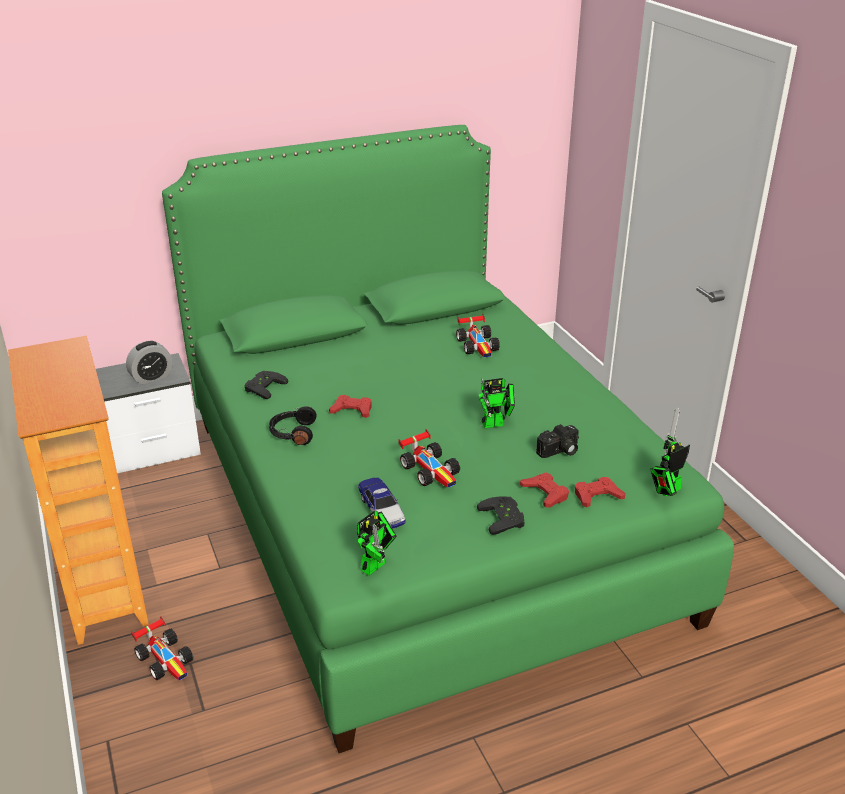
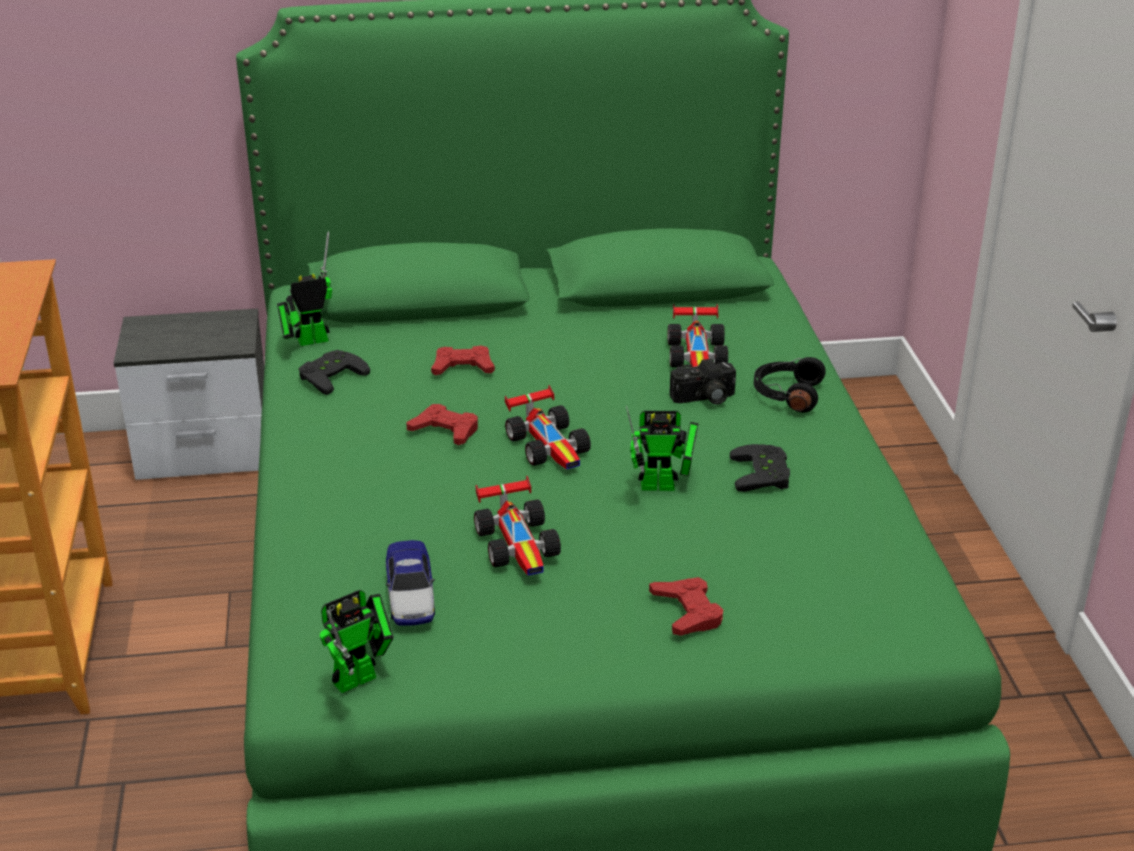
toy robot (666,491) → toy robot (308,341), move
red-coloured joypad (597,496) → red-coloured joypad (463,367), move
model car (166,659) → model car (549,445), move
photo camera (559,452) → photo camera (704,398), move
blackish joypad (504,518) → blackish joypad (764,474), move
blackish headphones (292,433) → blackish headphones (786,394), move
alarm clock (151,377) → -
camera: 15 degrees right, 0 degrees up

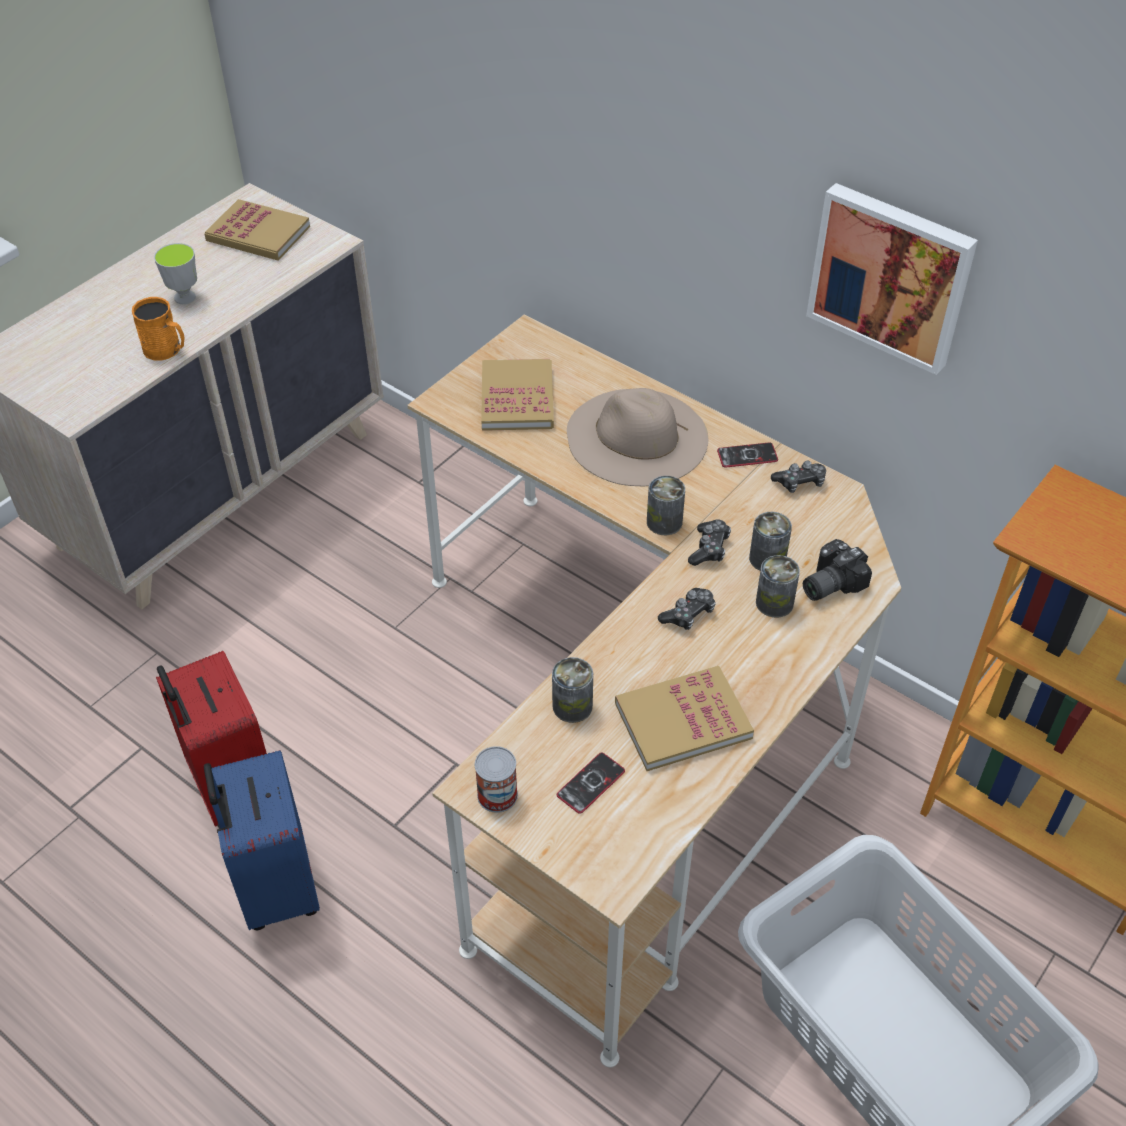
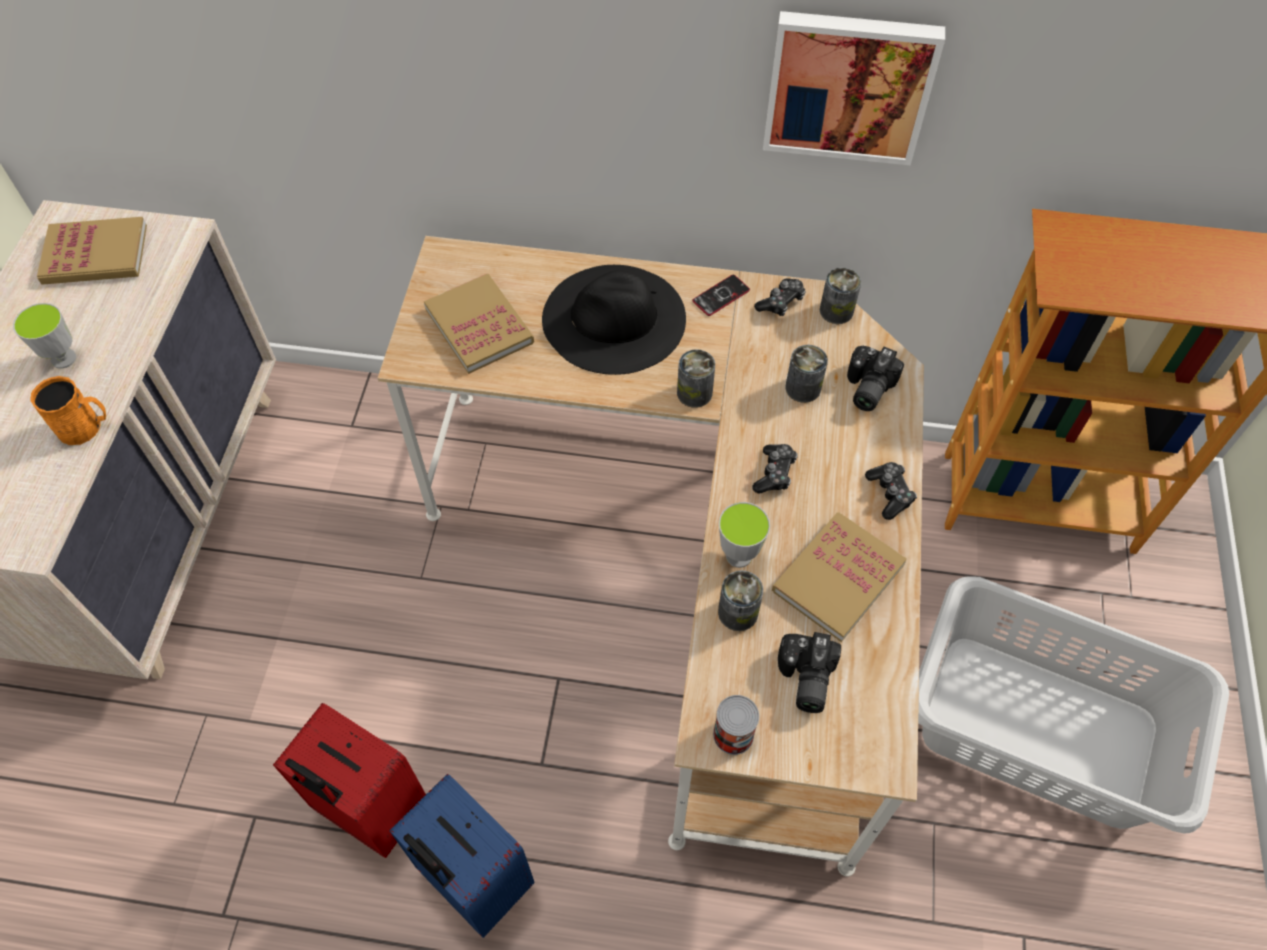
sand-coloured hat (636,437) → blackish hat (614,318)
- → drinking cup (738,555)
telephone (591,783) → photo camera (804,679)
sealed can (774,603) → sealed can (836,311), move
joypad (709,548) → joypad (890,493), move
camera: 30 degrees left, 10 degrees up

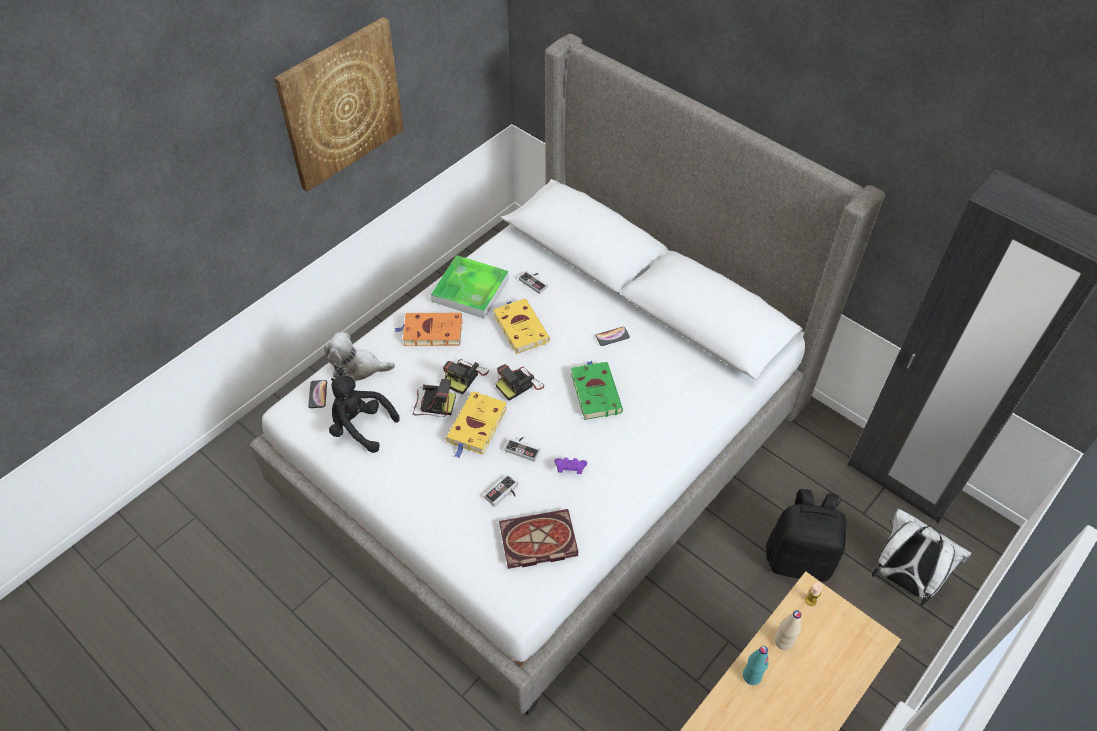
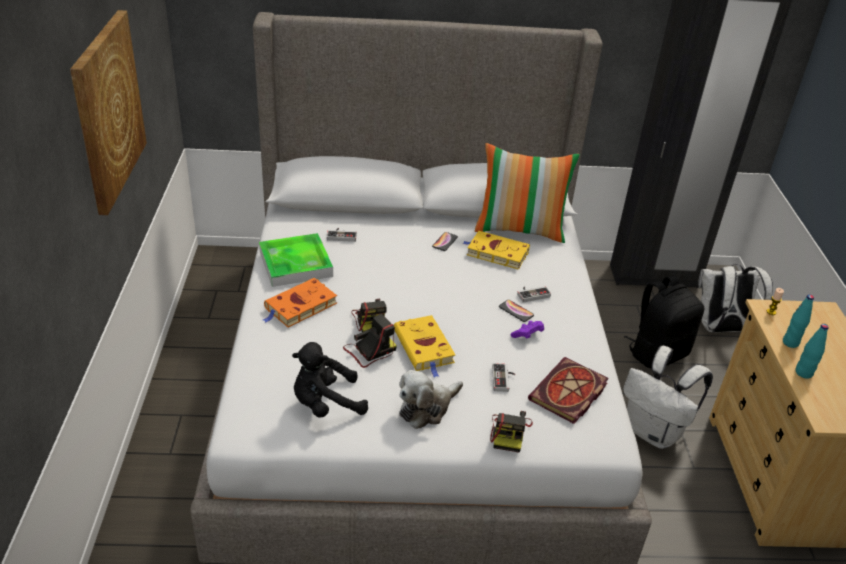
cuddly toy (358,368) → cuddly toy (427,408), move
yellowish book (520,327) → yellowish book (495,253), move
- → cushion (520,229)
photo camera (519,385) → photo camera (509,432), move
telephone (318,394) → telephone (516,311), move
joypad (523,448) → joypad (532,294), move
- → whitish backpack (654,432)
sand-coloured bottle (783,641) → turquoise-coloured bottle (790,343)
green-coloured book (595,391) → -
camera: 45 degrees left, 15 degrees down

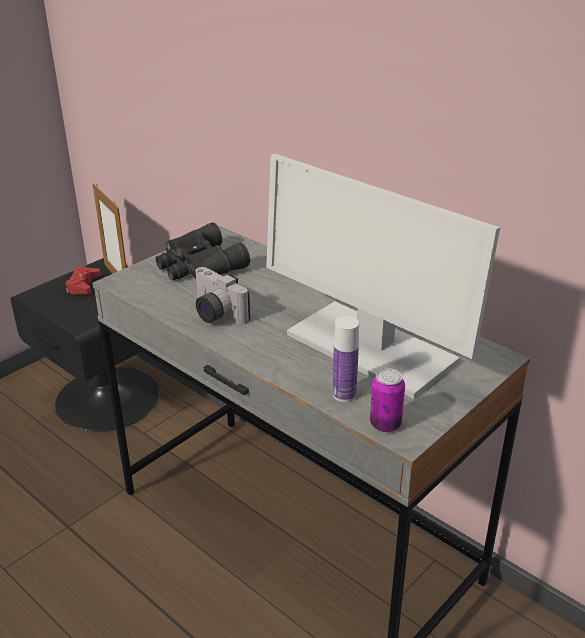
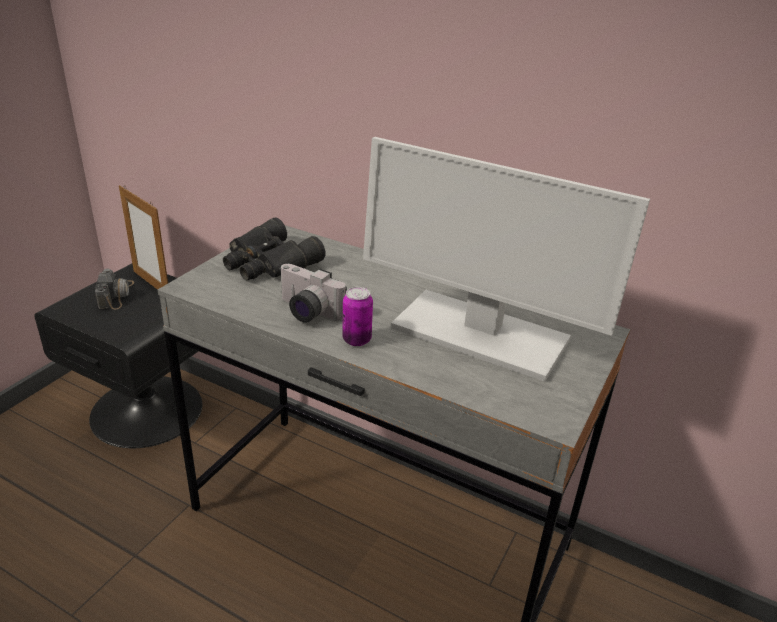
red-coloured joypad (83,285) → photo camera (116,294)
sealed can (385,424) → sealed can (357,340), move
bottle (344,394) → -
camera: 15 degrees left, 0 degrees up

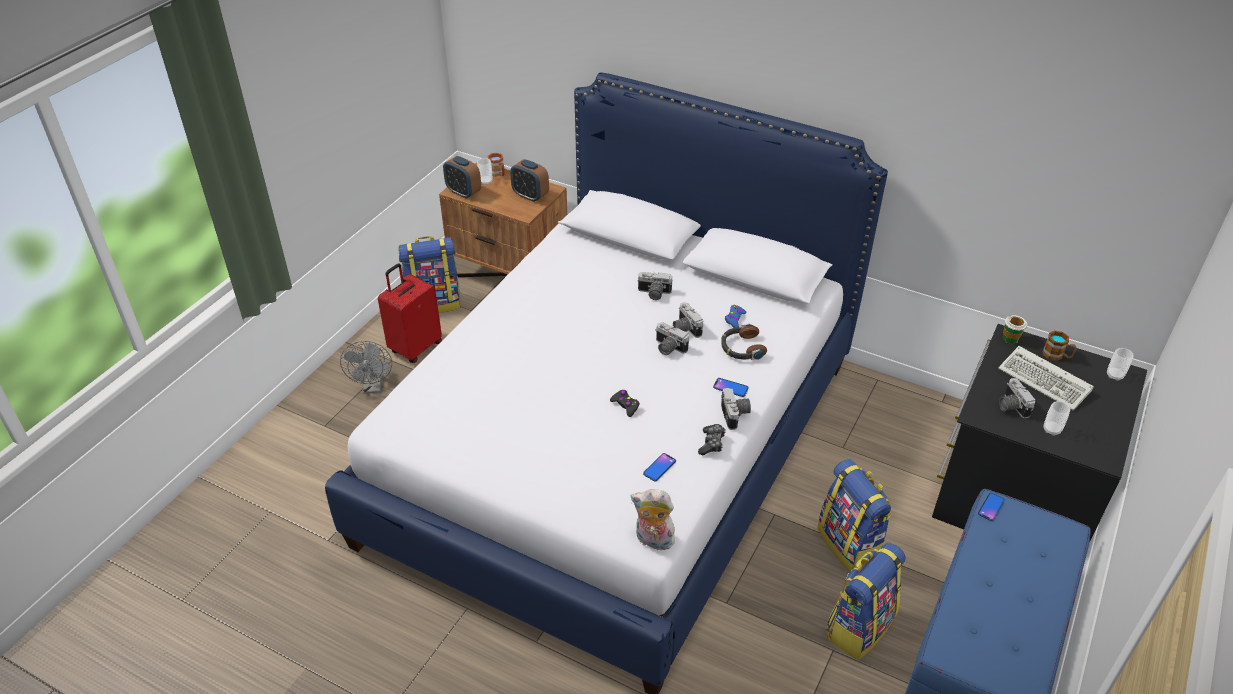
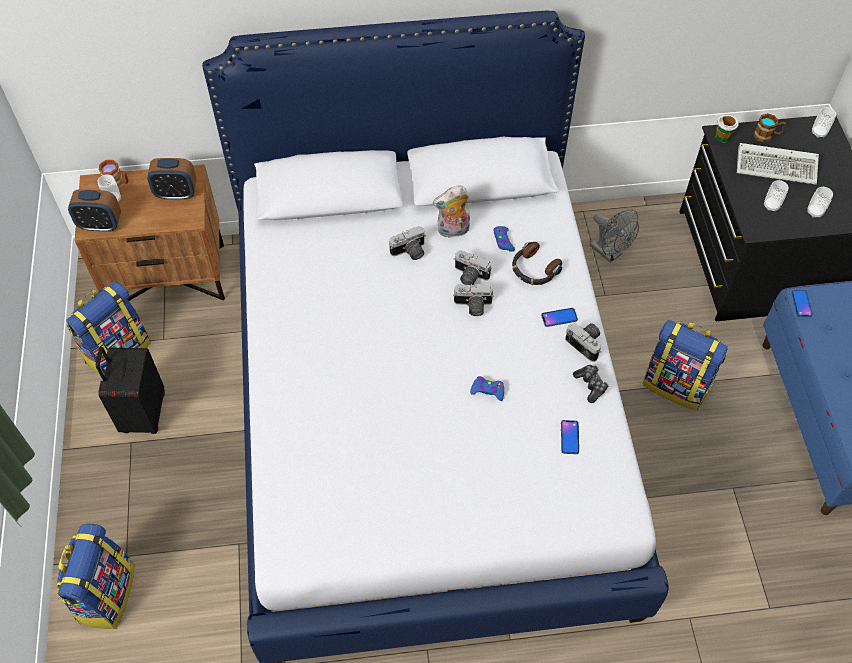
backpack (859,626) → backpack (105,593), move
red-coloured travel case (415,347) → blackish travel case (142,413)
cuddly toy (653,541) → cuddly toy (453,231), move
blackish joypad (625,405) → blue joypad (488,390)
grey electric fan (373,387) → grey electric fan (609,253), move
photo camera (1010,406) → drinking cup (771,206)
camera: 35 degrees left, 15 degrees up

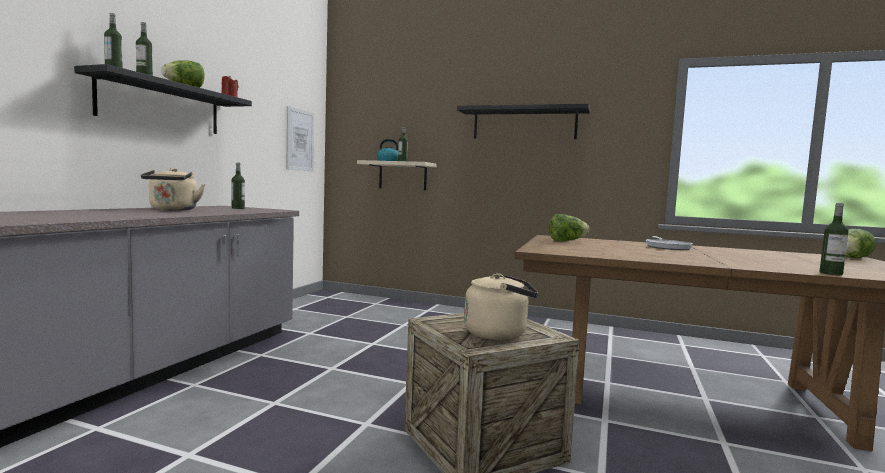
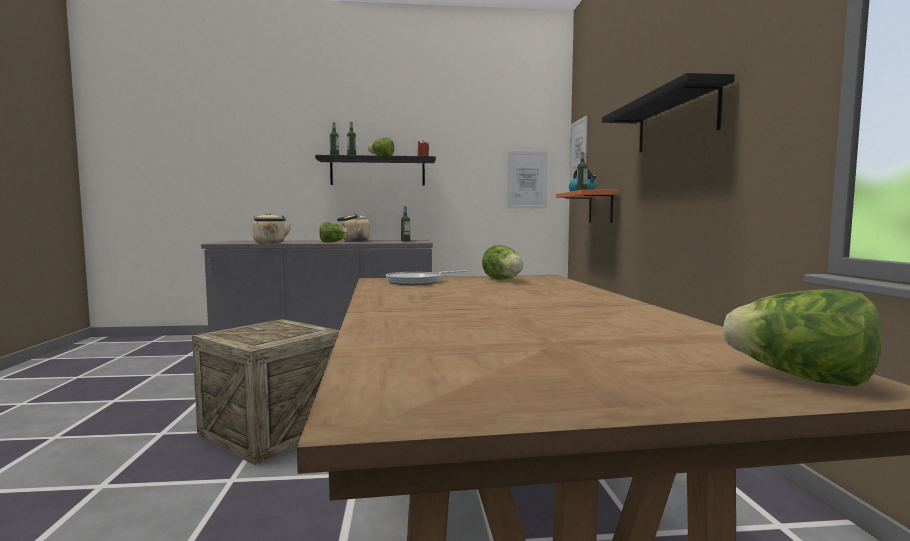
sand-coloured water kettle (499,334) → sand-coloured water kettle (270,242), move
- → lettuce (332,242)
pan (667,247) → pan (417,282), move
sand-coloured bracket shelf (402,176) → orange bracket shelf (600,207)
- → wall picture (579,150)
bottle (831,273) → -
camera: 65 degrees right, 0 degrees up

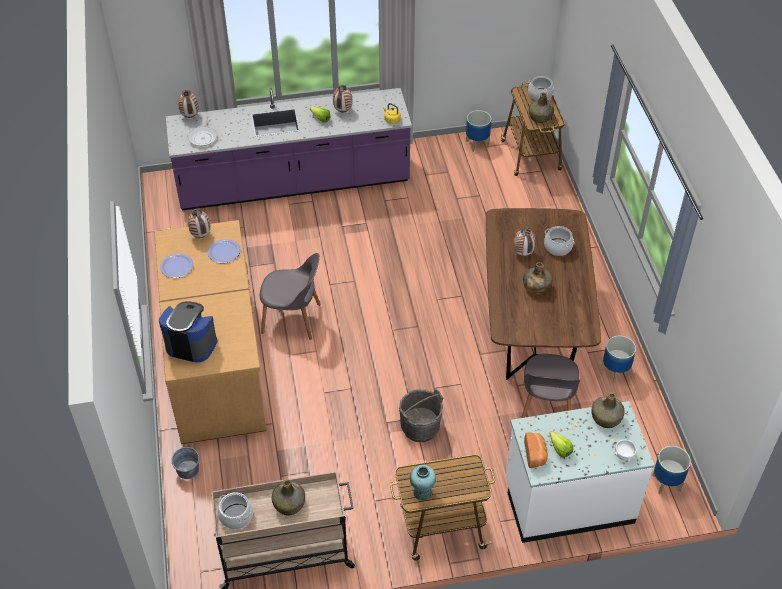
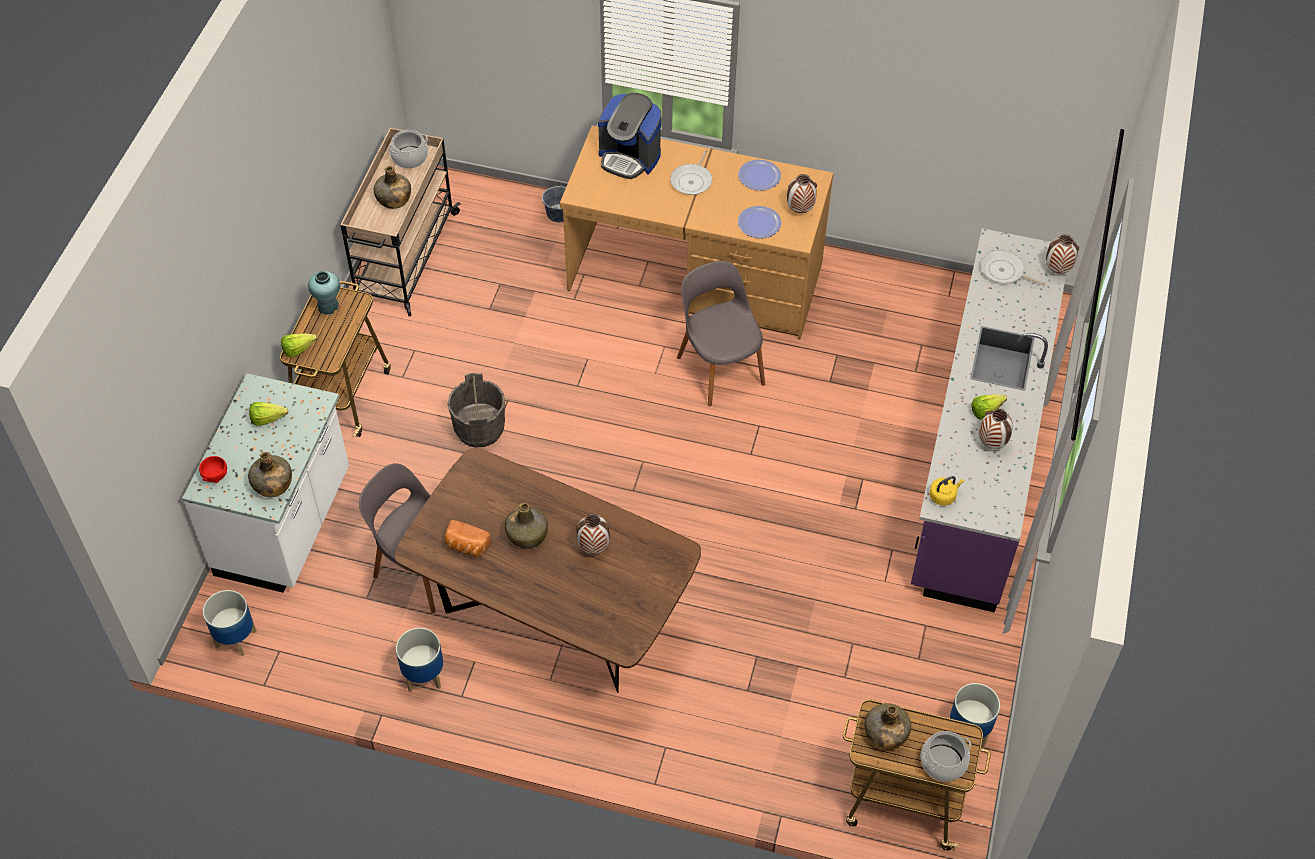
whitish deep dish (624,454) → red-coloured deep dish (215,475)
- → lettuce (301,349)
bread (535,454) → bread (466,547), move
coffee machine (191,344) → coffee machine (629,157), 75 degrees clockwise
- → pan (692,180)
grey upright chair (293,319) → grey upright chair (720,368), 120 degrees clockwise
cooking pot (557,247) → -
camera: 115 degrees right, 5 degrees up

